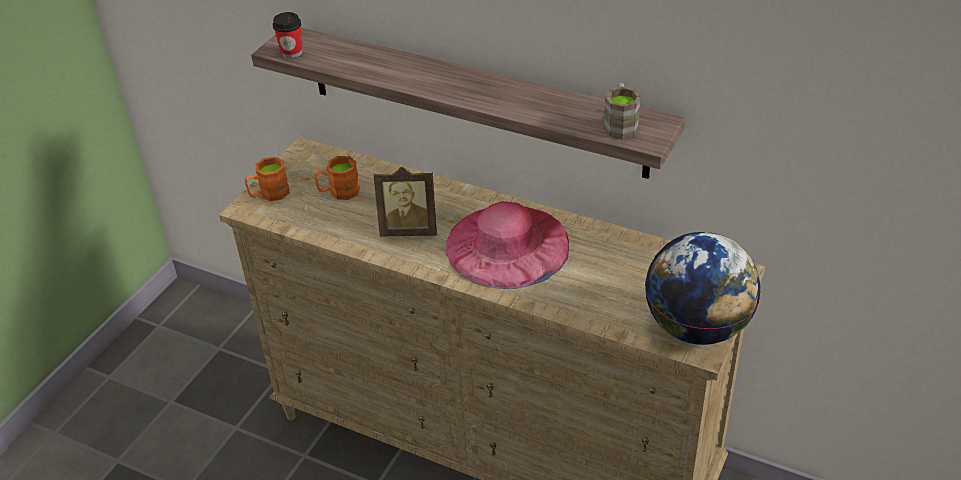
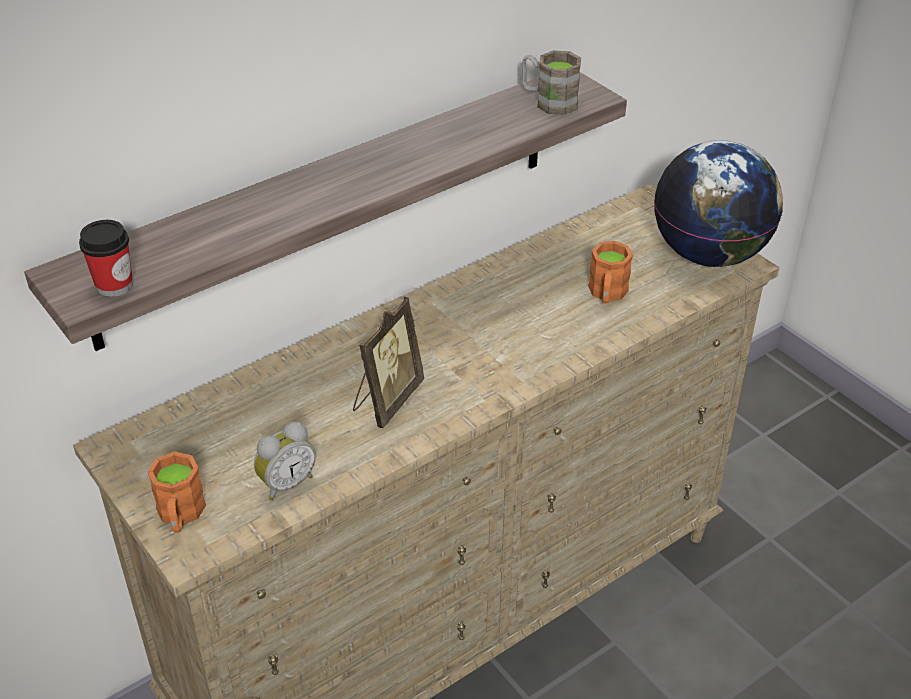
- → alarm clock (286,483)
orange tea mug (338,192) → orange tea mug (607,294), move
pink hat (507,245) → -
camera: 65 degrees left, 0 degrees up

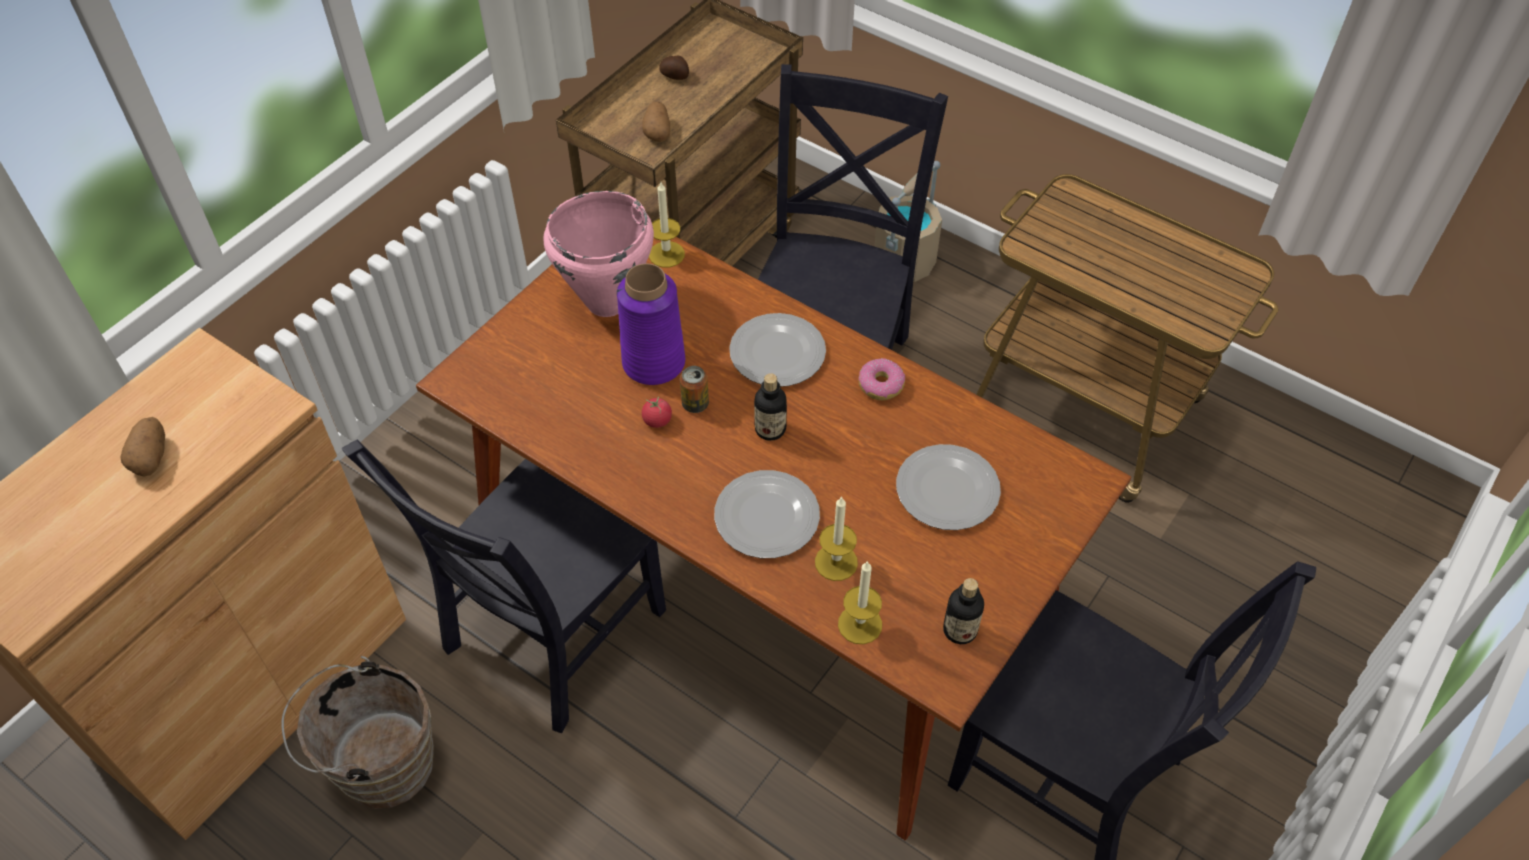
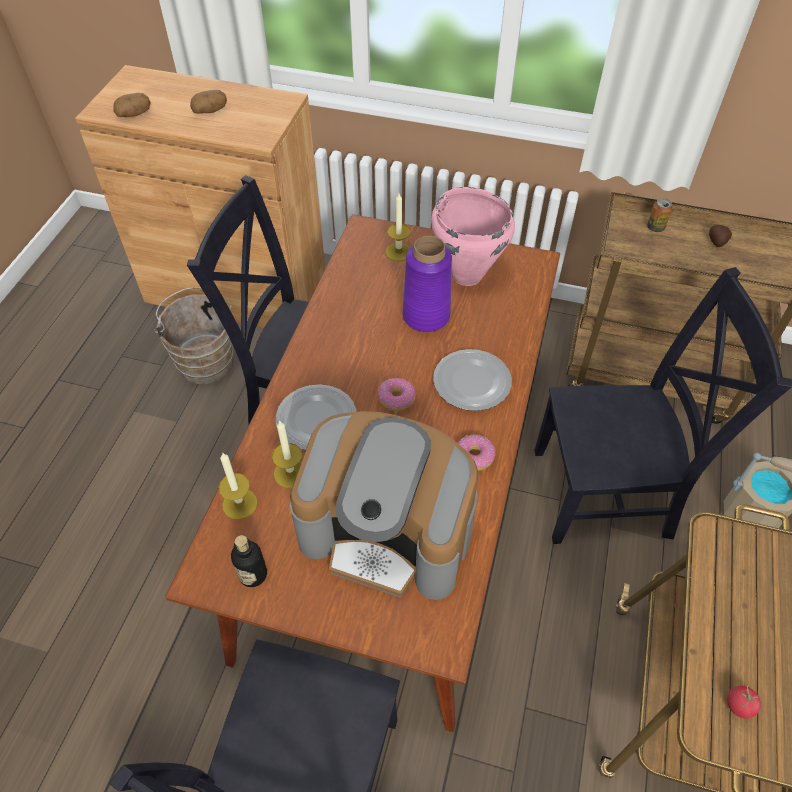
whole potato (657,132) → whole potato (134,114), move
flat dish (947,488) → coffee machine (388,531)
bottle (770,429) → donut (396,398)
candle (666,254) → candle (398,252), move
sealed can (695,404) → sealed can (655,228), move
tomato (657,420) → tomato (739,705), move
camera: 70 degrees right, 0 degrees up

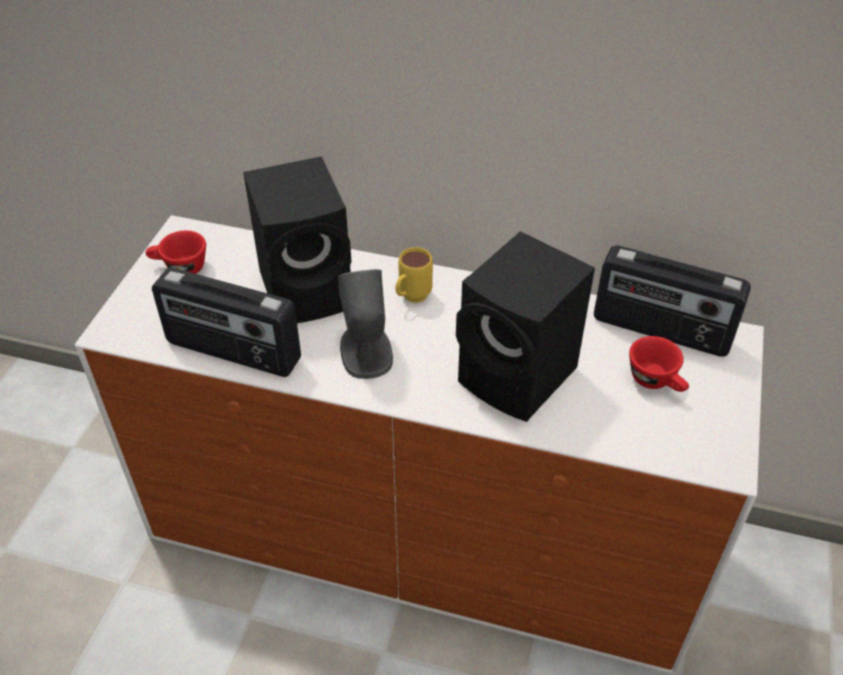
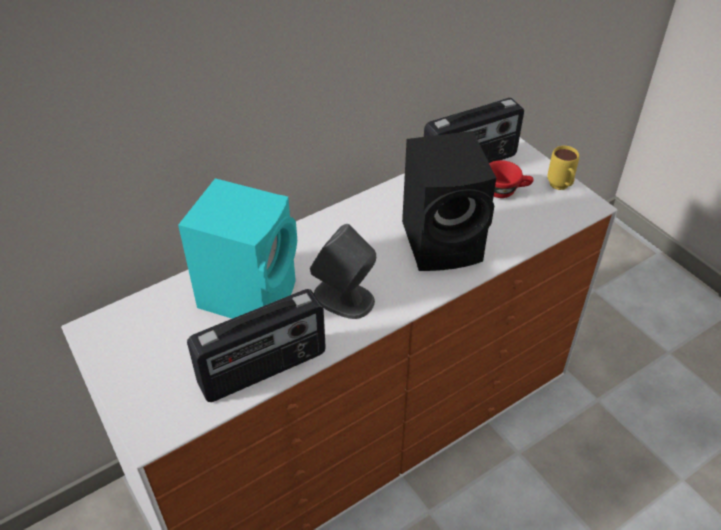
blackish speaker (309,290) → turquoise-coloured speaker (250,292)
yellowish tea mug (411,299) → yellowish tea mug (560,188), move
red-coloured drinking cup (180,268) → -
camera: 50 degrees left, 0 degrees up

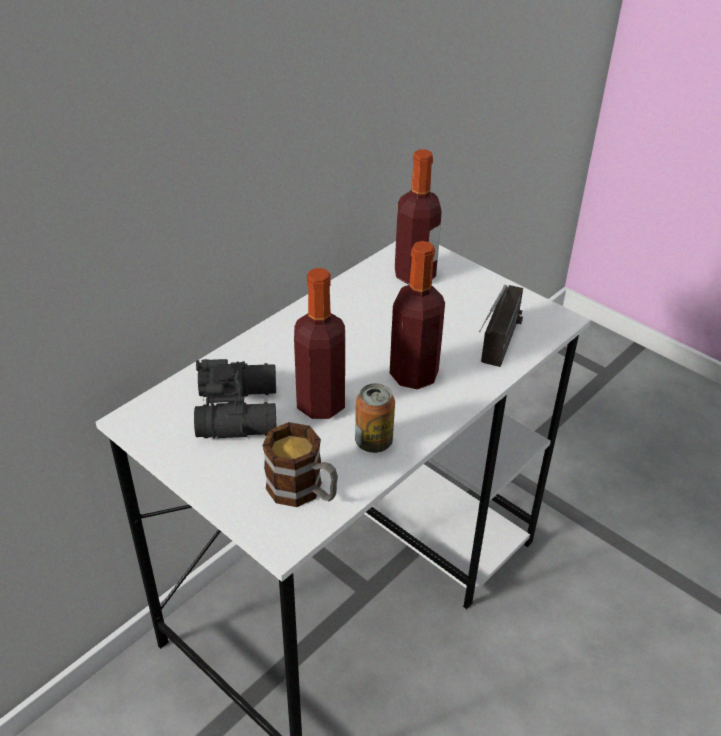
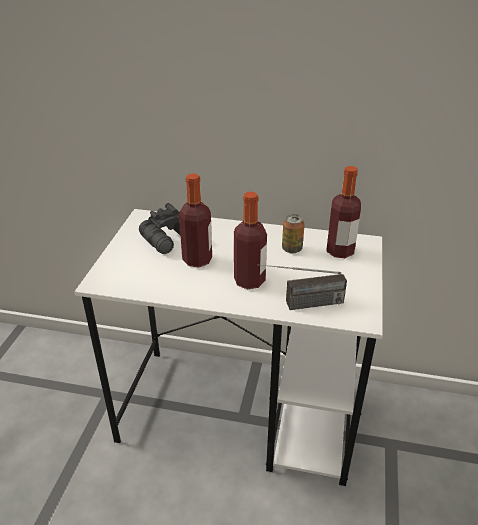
sealed can (373,442) → sealed can (292,249), move
tea mug (303,491) → -
camera: 60 degrees right, 5 degrees down

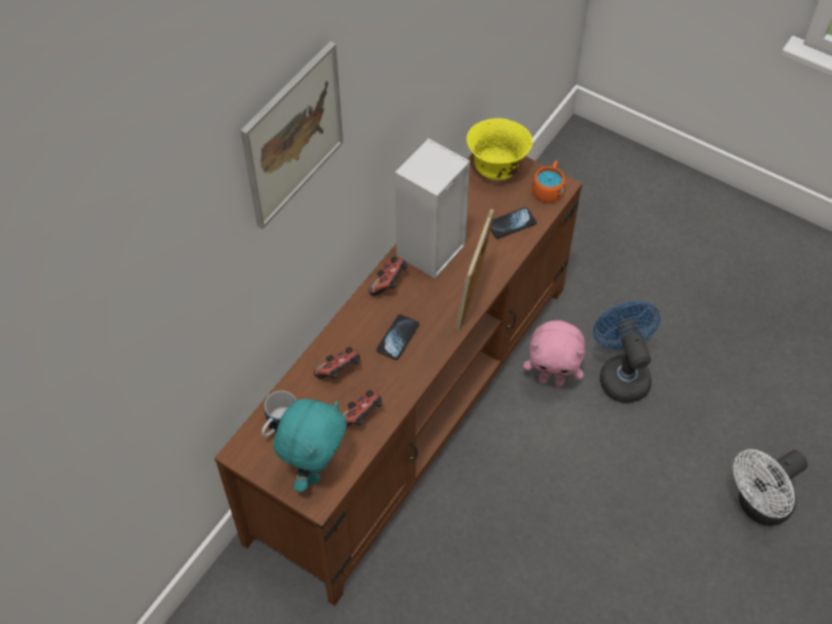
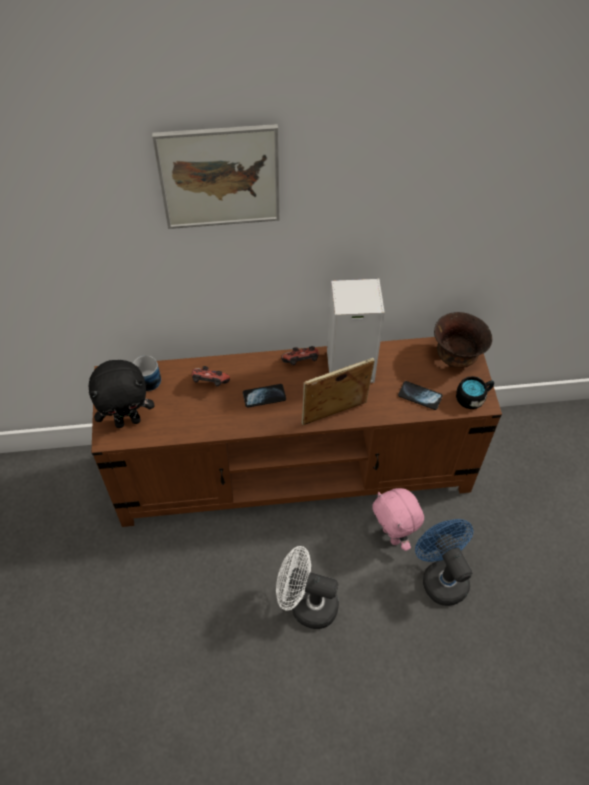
turquoise-coloured cuddly toy (315,469) → blackish cuddly toy (128,421)
whitish electric fan (758,506) → whitish electric fan (306,604), move
blue electric fan (621,373) → blue electric fan (441,576), 60 degrees counterclockwise
yellowish deep dish (496,169) → brown-coloured deep dish (456,357)
orange tea mug (548,189) → blackish tea mug (473,397)
joypad (361,416) → -
camera: 50 degrees right, 0 degrees up

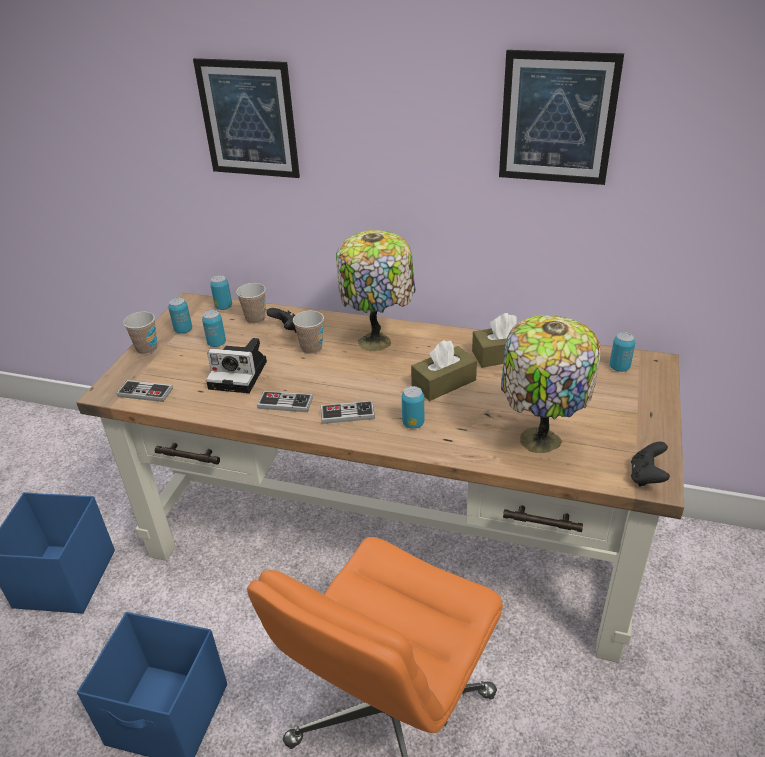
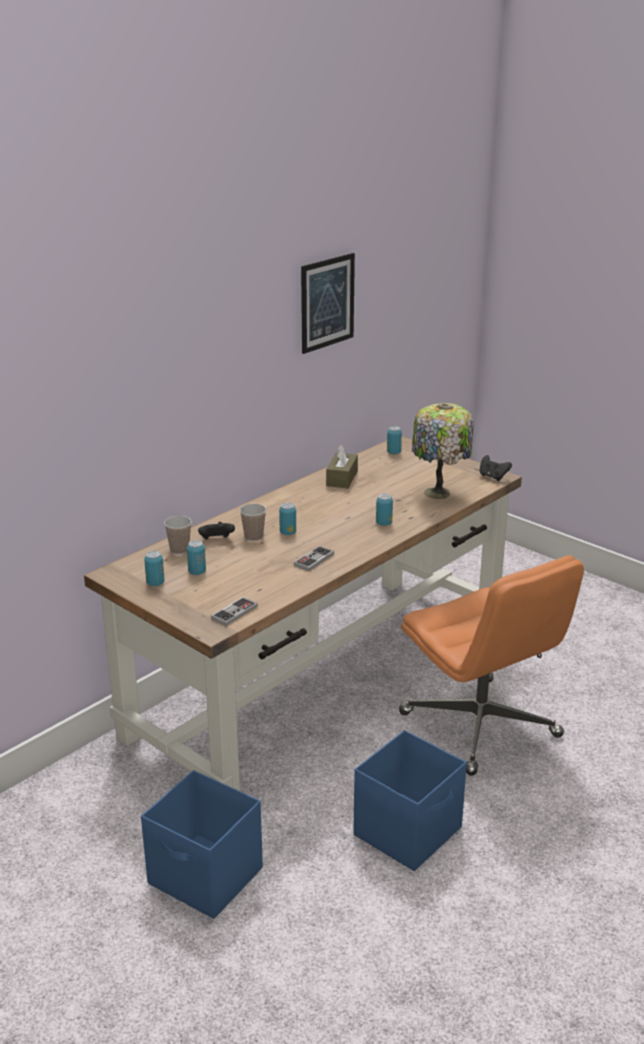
sealed can (223,307) → sealed can (288,533), move
drinking cup (147,348) → -
wall picture (248,119) → -
photo camera (240,374) → -
joypad (347,414) → -
table lamp (377,342) → -
brown-coloured tissue box (443,383) → -
camera: 65 degrees left, 10 degrees down

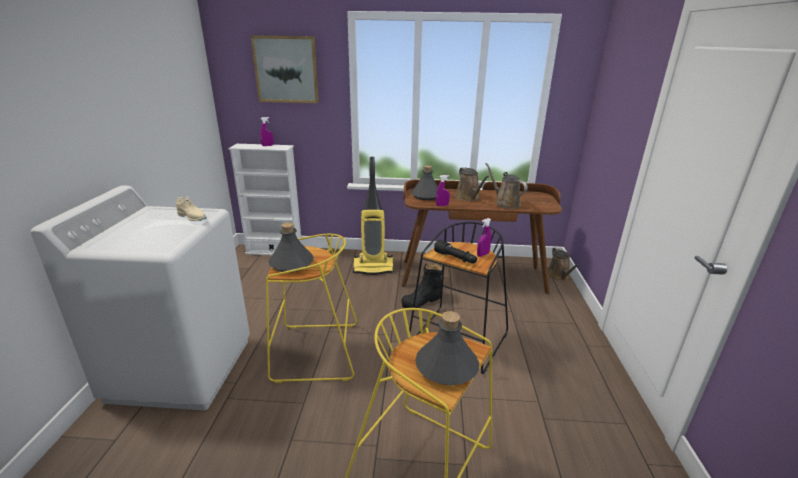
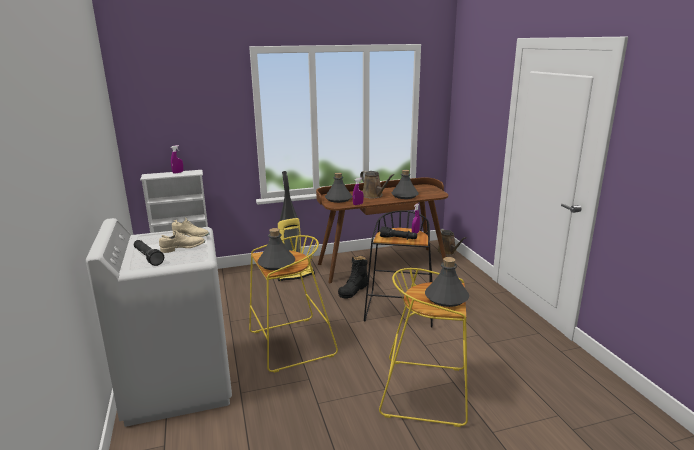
- → blackish hand torch (148,257)
- → sand-coloured low shoe (183,248)
brown-coloured watering pot (505,203) → grey bottle (404,196)
wall picture (286,69) → -
camera: 20 degrees left, 5 degrees down

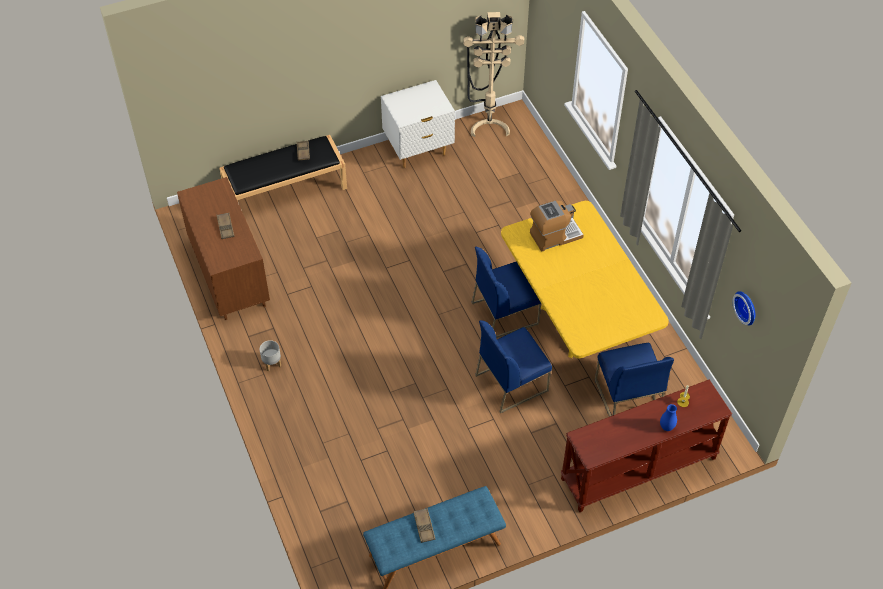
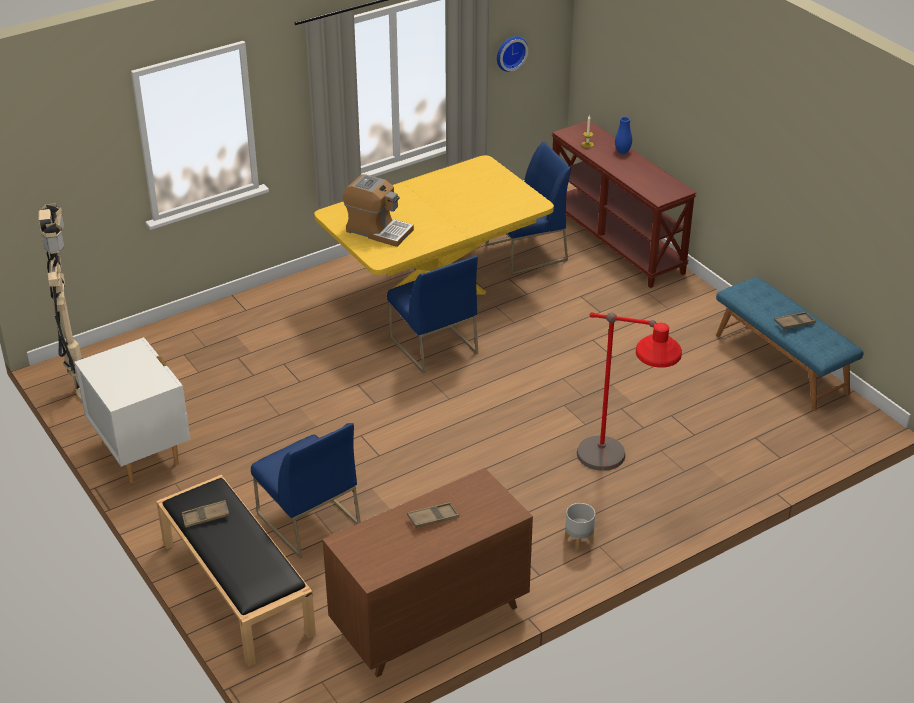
blue upright chair (511,382) → blue upright chair (307,520), move
coffee machine (555,235) → coffee machine (378,230), 150 degrees clockwise
- → red-coloured standard lamp (617,475)
camera: 100 degrees left, 15 degrees down

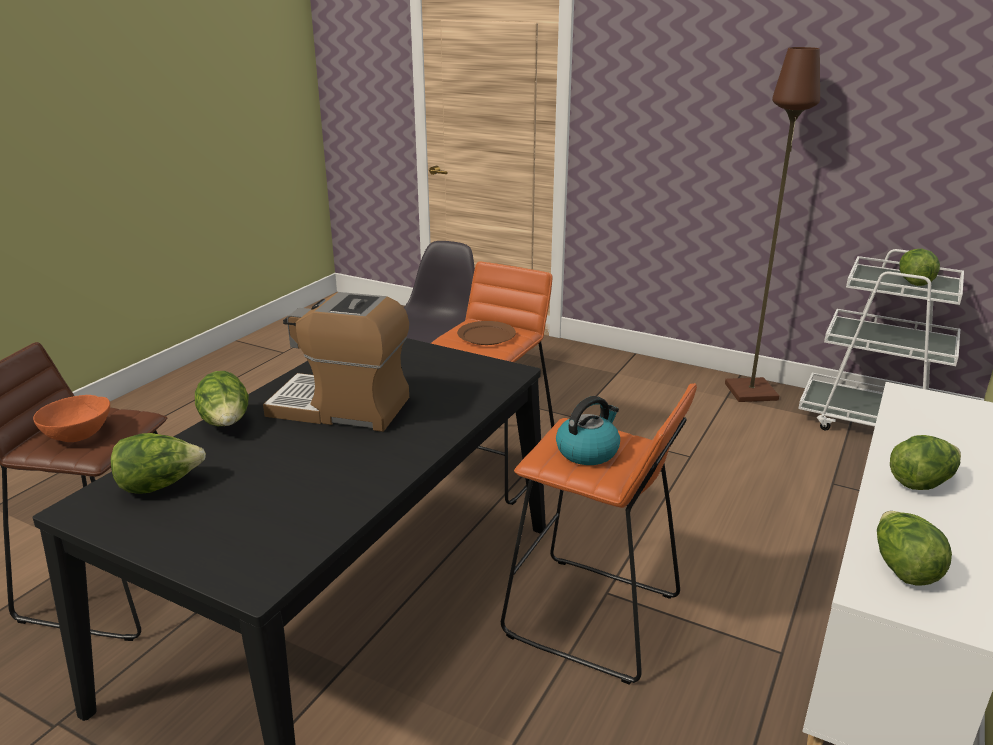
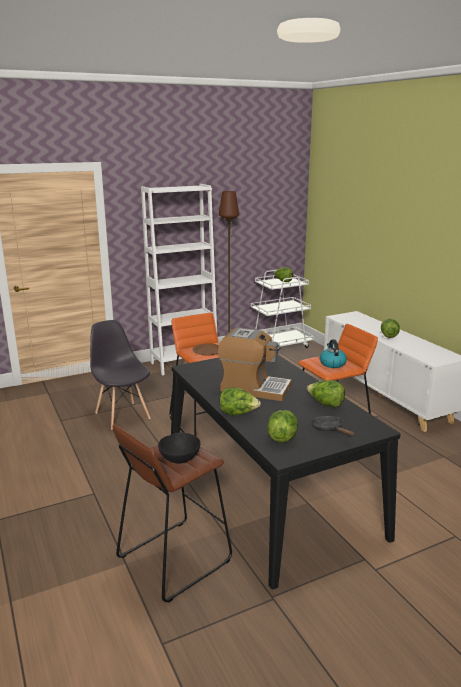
- → whitish shelving unit (184,363)
orange deep dish (78,435) → blackish deep dish (179,458)
coffee machine (342,408) → coffee machine (254,388), 120 degrees counterclockwise
lettuce (902,568) → lettuce (325,404), move
- → blackish pan (329,429)
camera: 55 degrees left, 5 degrees down

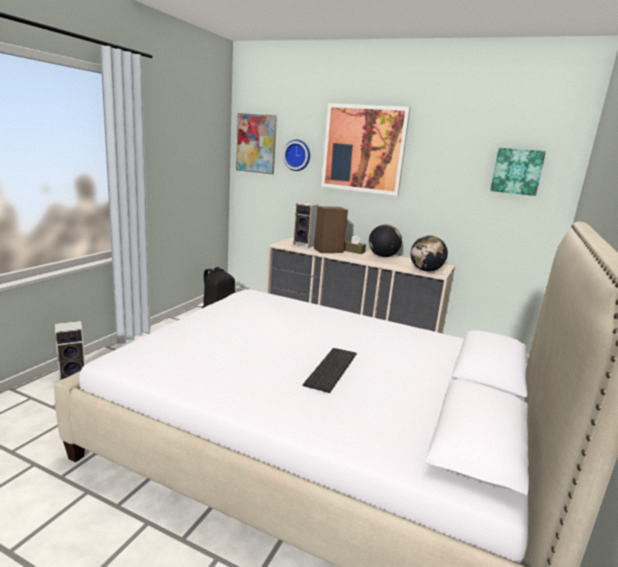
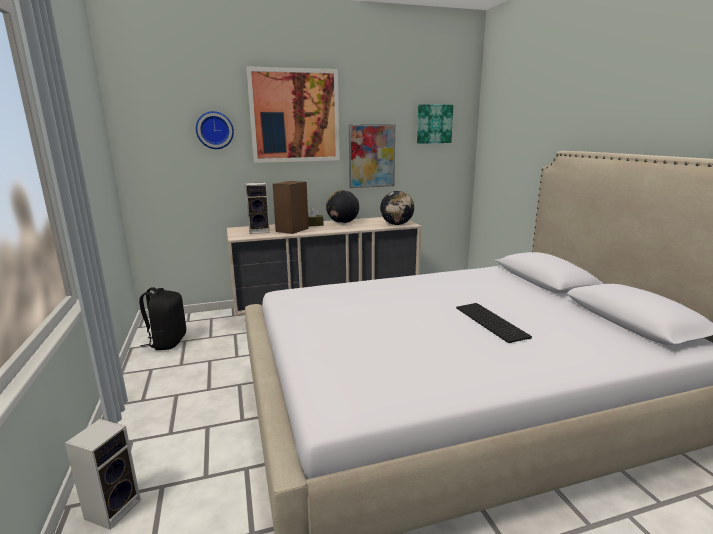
wall picture (256,143) → wall picture (371,156), move
camera: 40 degrees left, 0 degrees up

